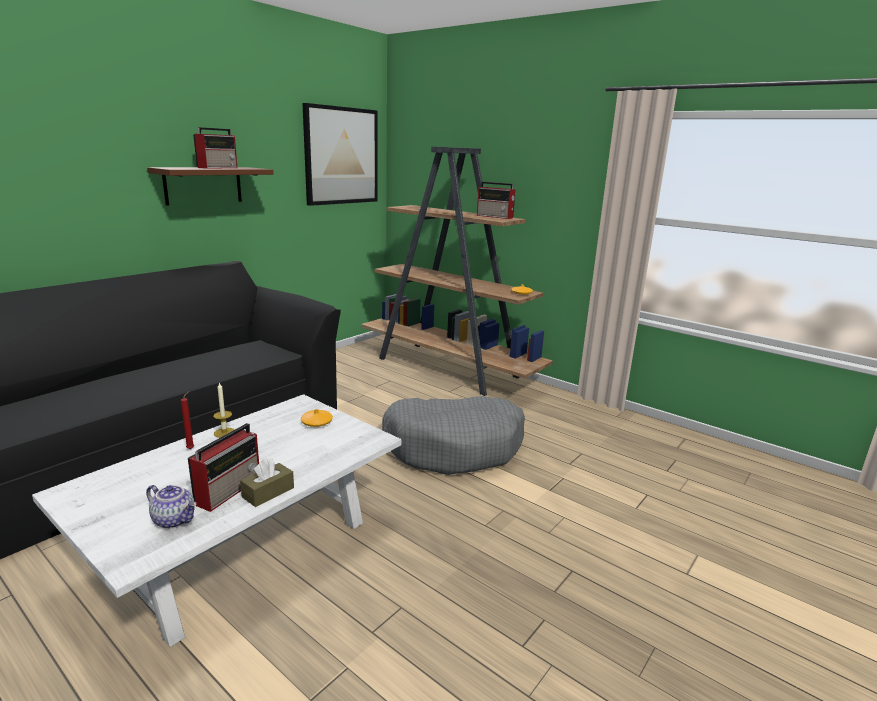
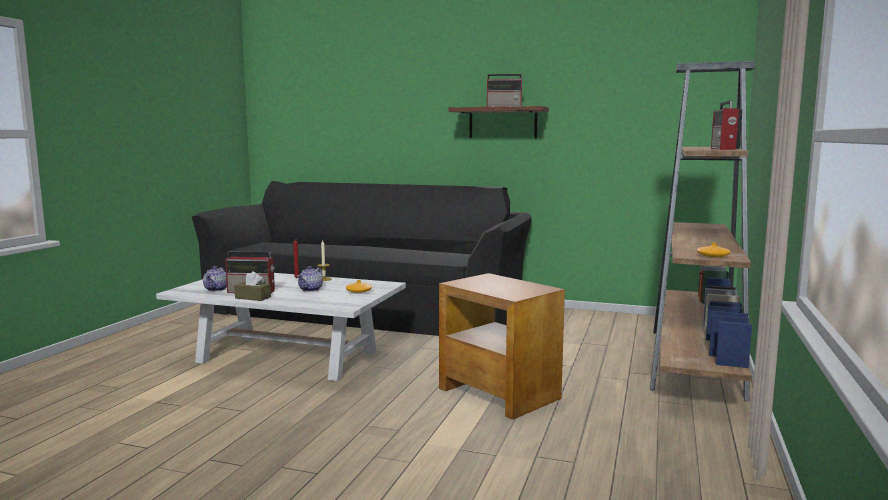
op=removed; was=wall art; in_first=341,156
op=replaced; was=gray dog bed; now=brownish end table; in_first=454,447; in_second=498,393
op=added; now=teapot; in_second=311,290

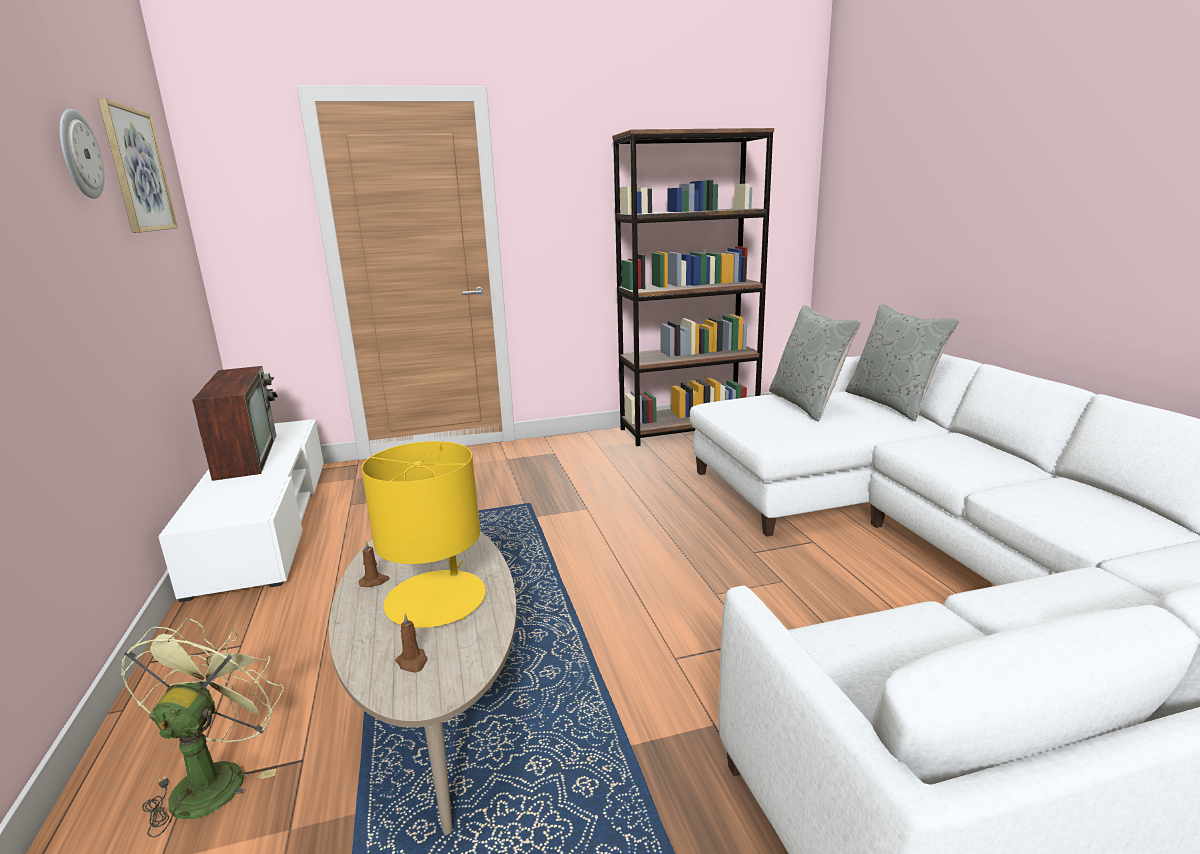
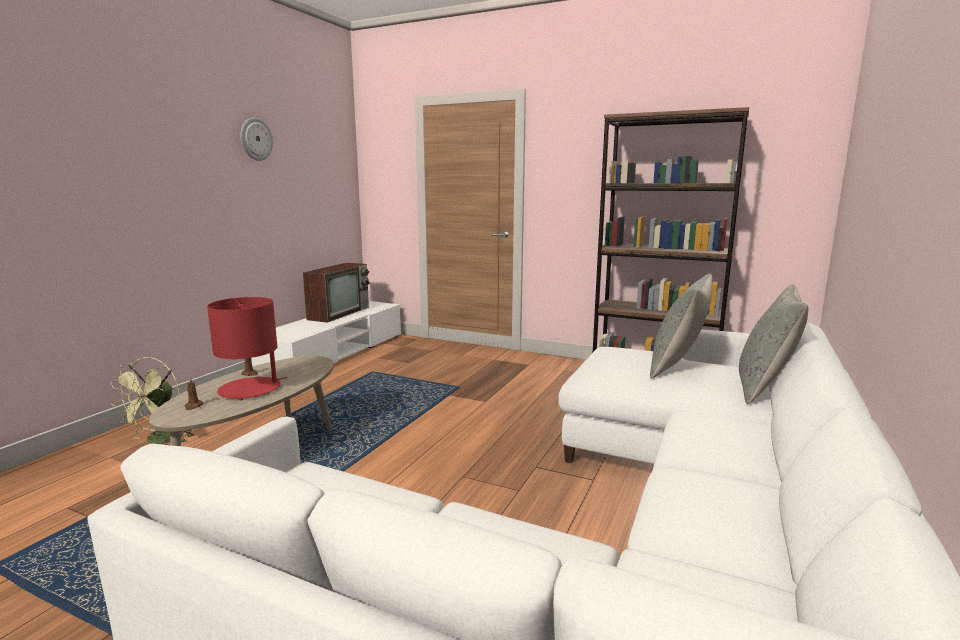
op=removed; was=wall art; in_first=138,170
op=turned; was=green-coloured fan; in_first=215,777; in_second=160,441; clockwise=150
op=recoloured; was=yellow-coloured lamp for a table; now=reddish lamp for a table; in_first=436,599; in_second=250,389

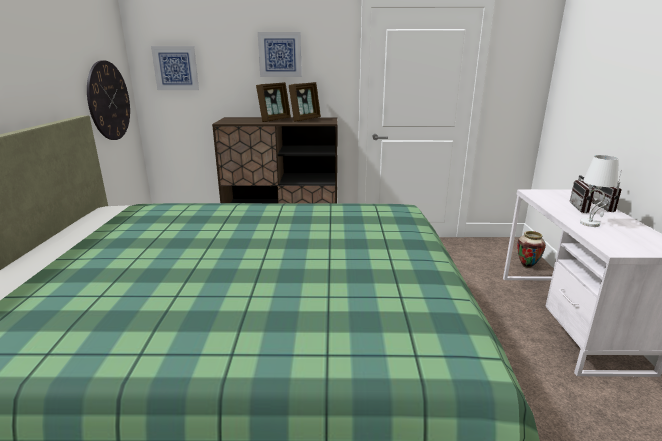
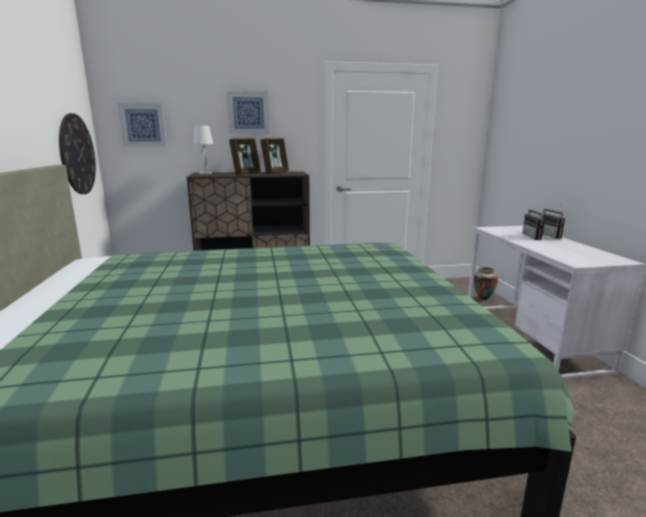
op=moved; was=whitish lamp for a table; in_first=590,223; in_second=206,173

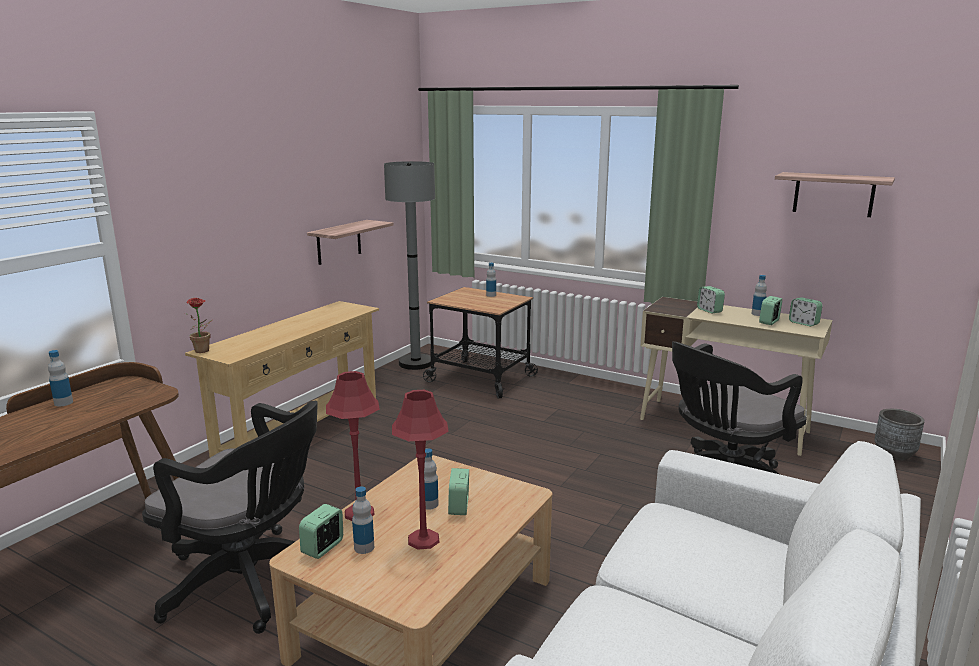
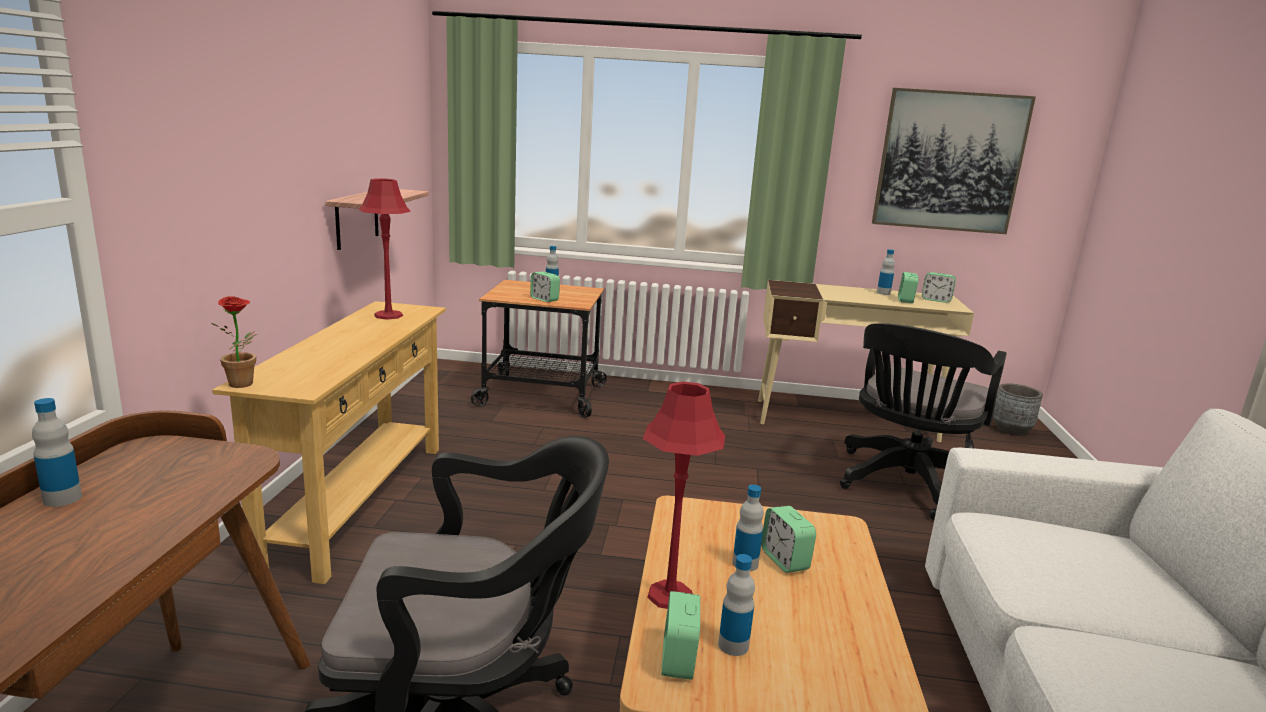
op=removed; was=gray floor lamp; in_first=416,363
op=moved; was=reddish lamp for a table; in_first=423,539; in_second=388,315
op=moved; was=table clock; in_first=709,310; in_second=544,299
op=replaced; was=shelf; now=wall art; in_first=833,194; in_second=949,161

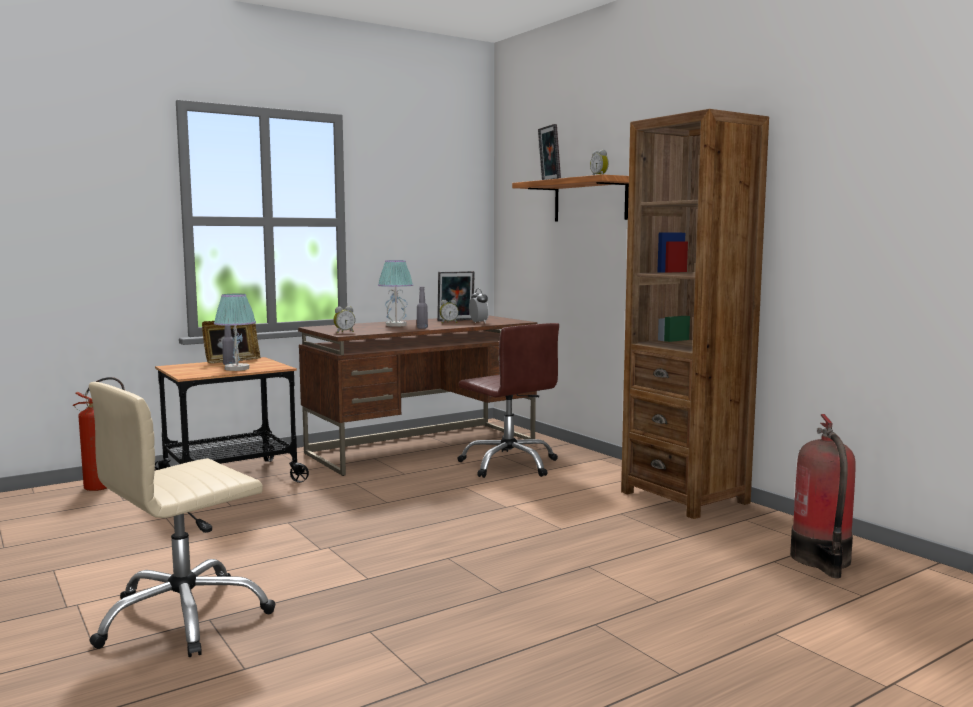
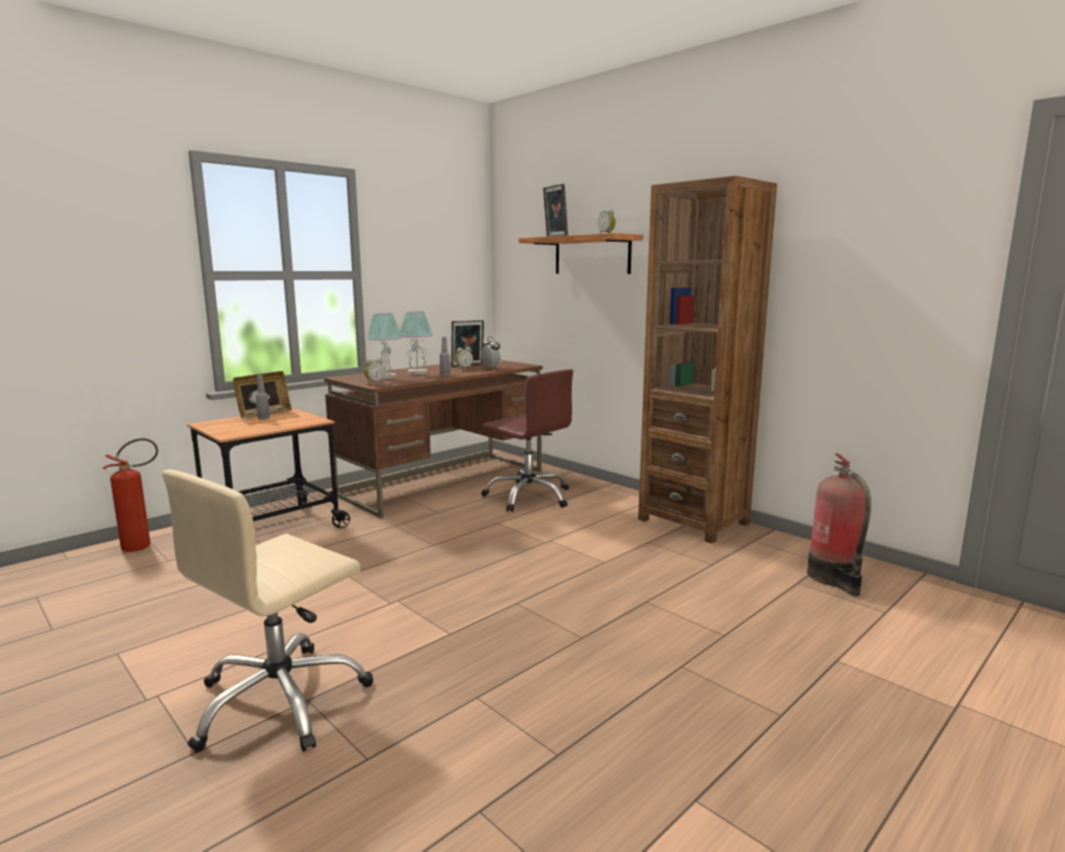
op=moved; was=lamp for a table; in_first=236,368; in_second=385,377

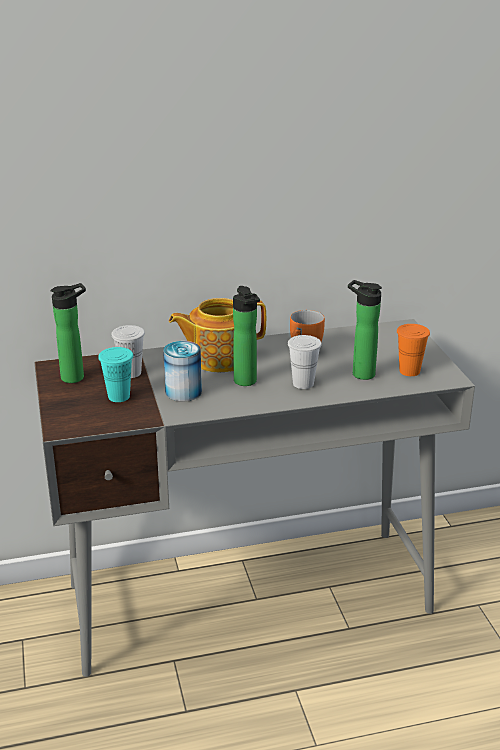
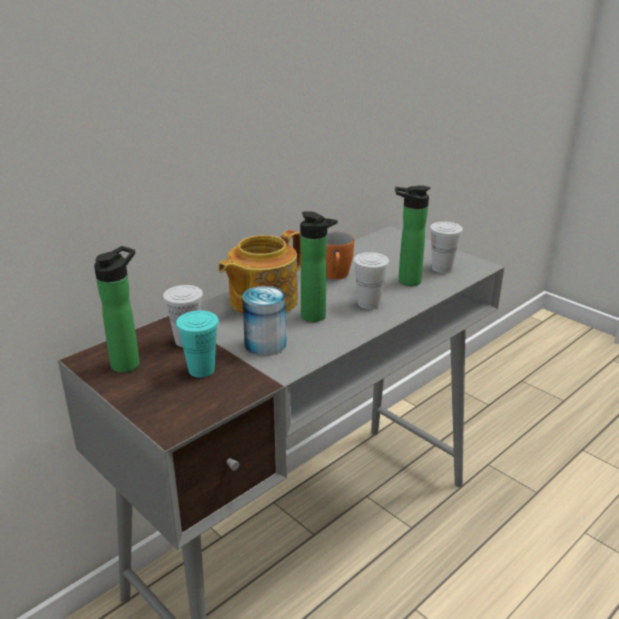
op=recoloured; was=orange-coloured small cup; now=whitish small cup; in_first=409,371; in_second=441,268

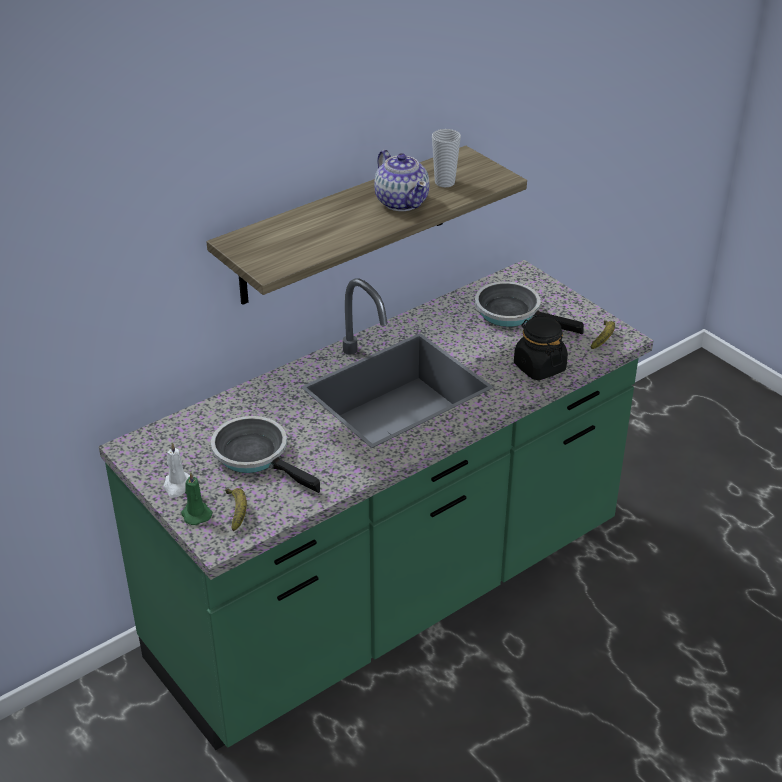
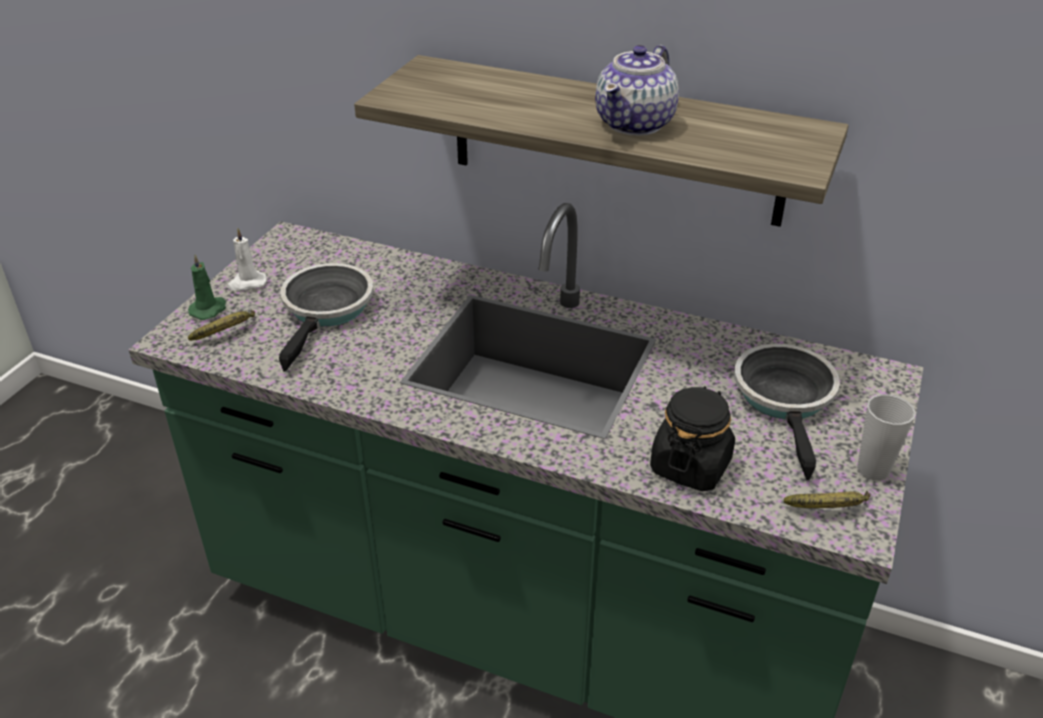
op=moved; was=small cup; in_first=444,182; in_second=873,470

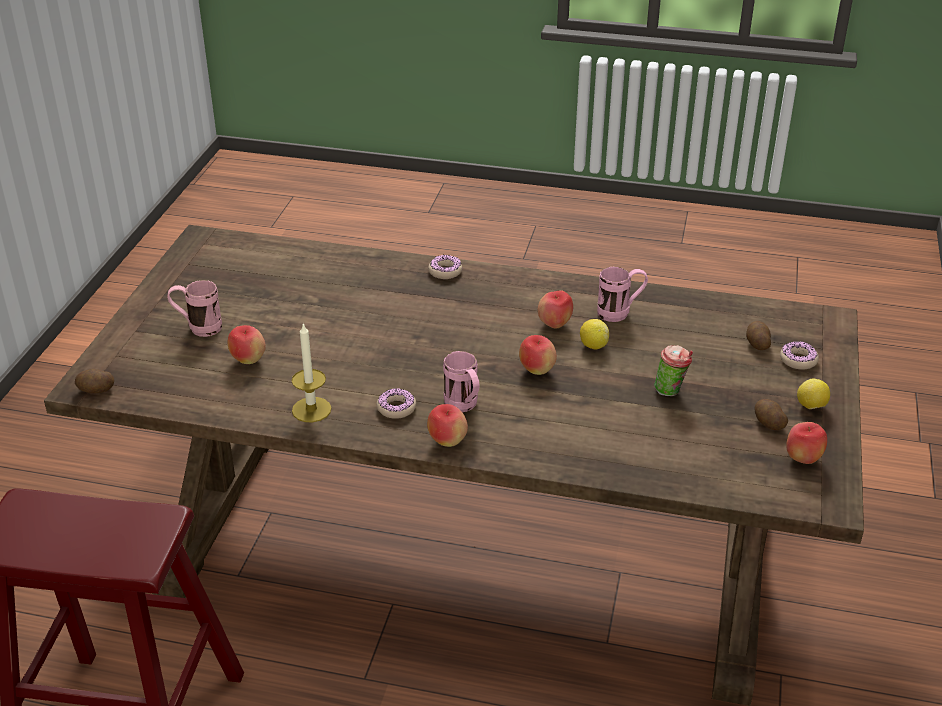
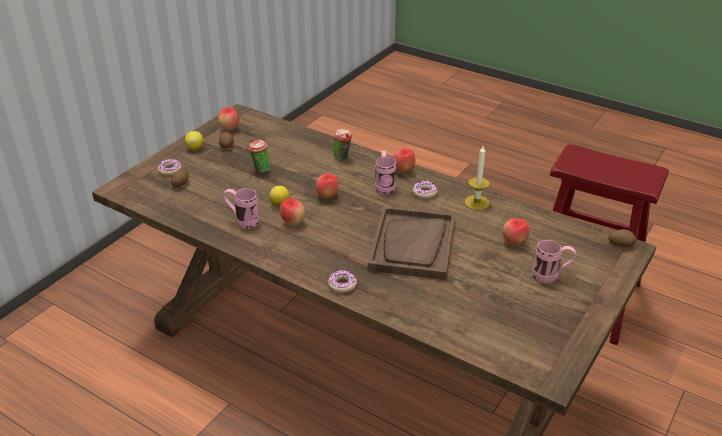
op=added; now=small cup; in_second=343,157
op=added; now=brownish serving tray; in_second=413,245

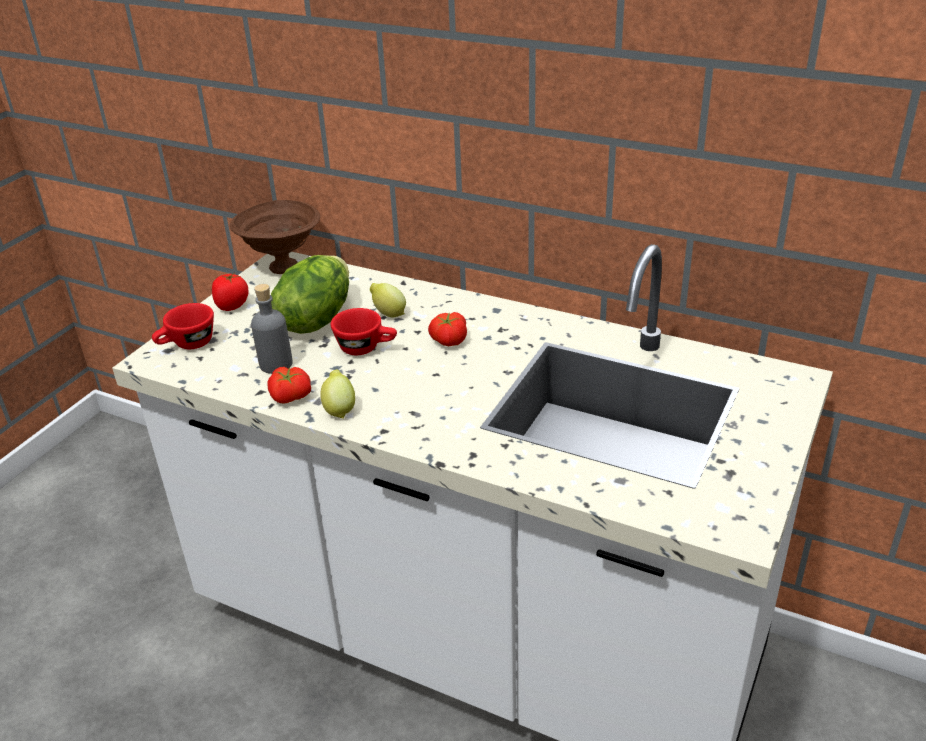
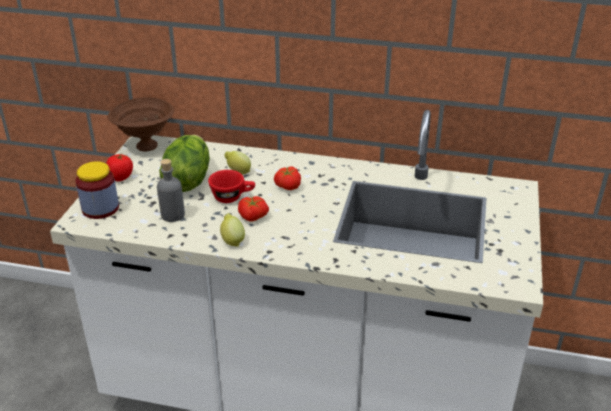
op=replaced; was=reddish small cup; now=jar; in_first=187,345; in_second=100,208
op=moved; was=whole tomato; in_first=290,397; in_second=252,217

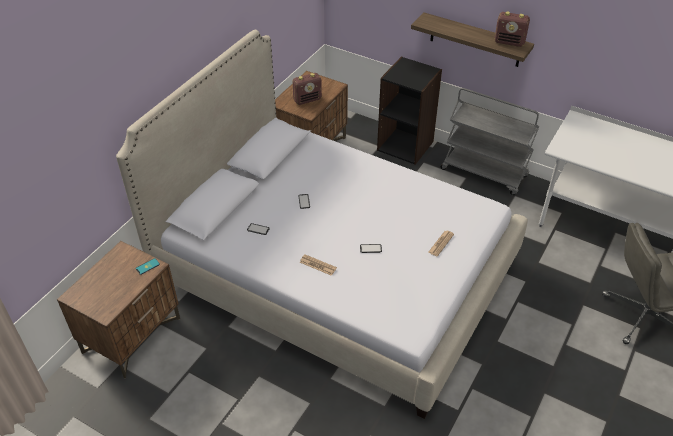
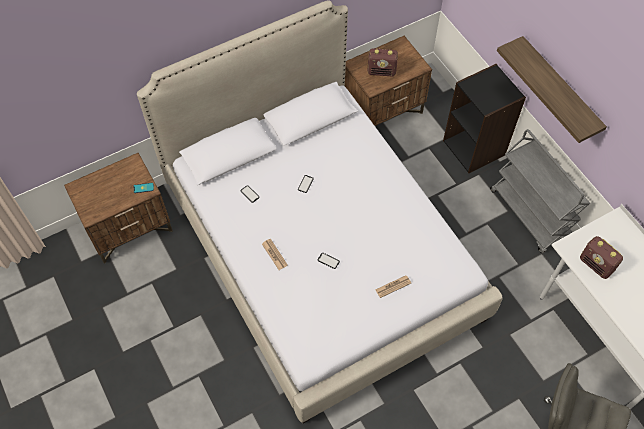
op=moved; was=radio set; in_first=509,42; in_second=596,265

